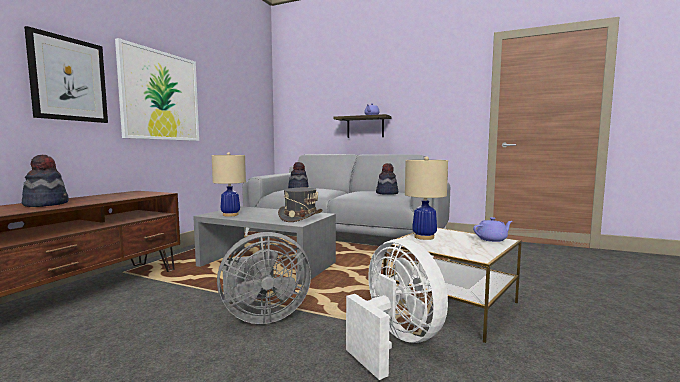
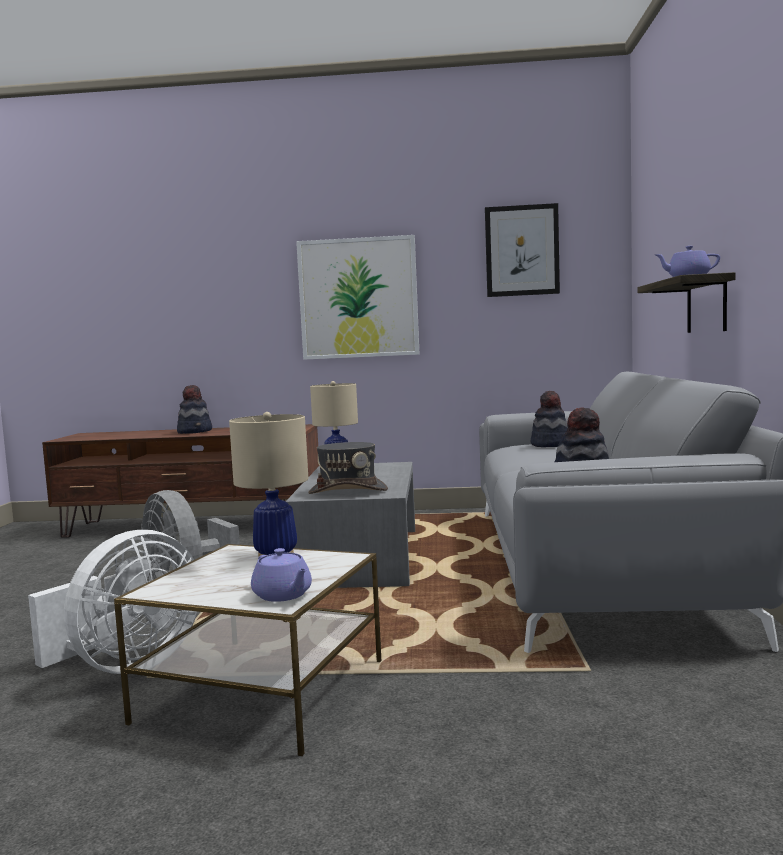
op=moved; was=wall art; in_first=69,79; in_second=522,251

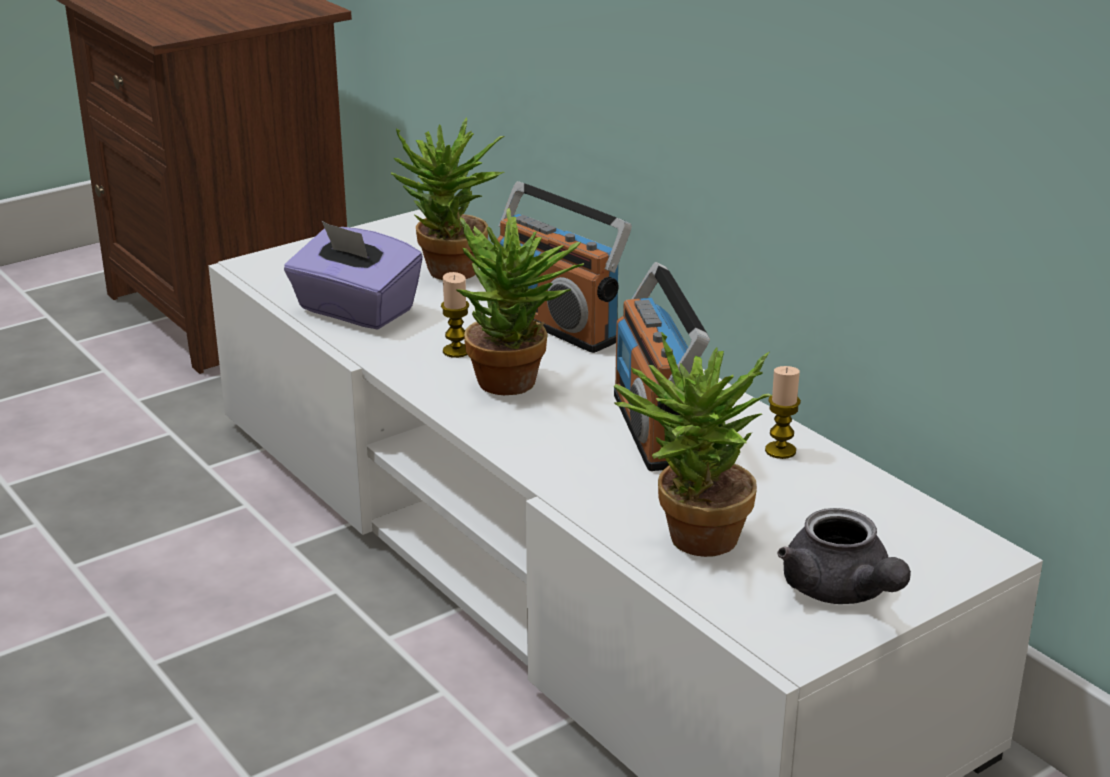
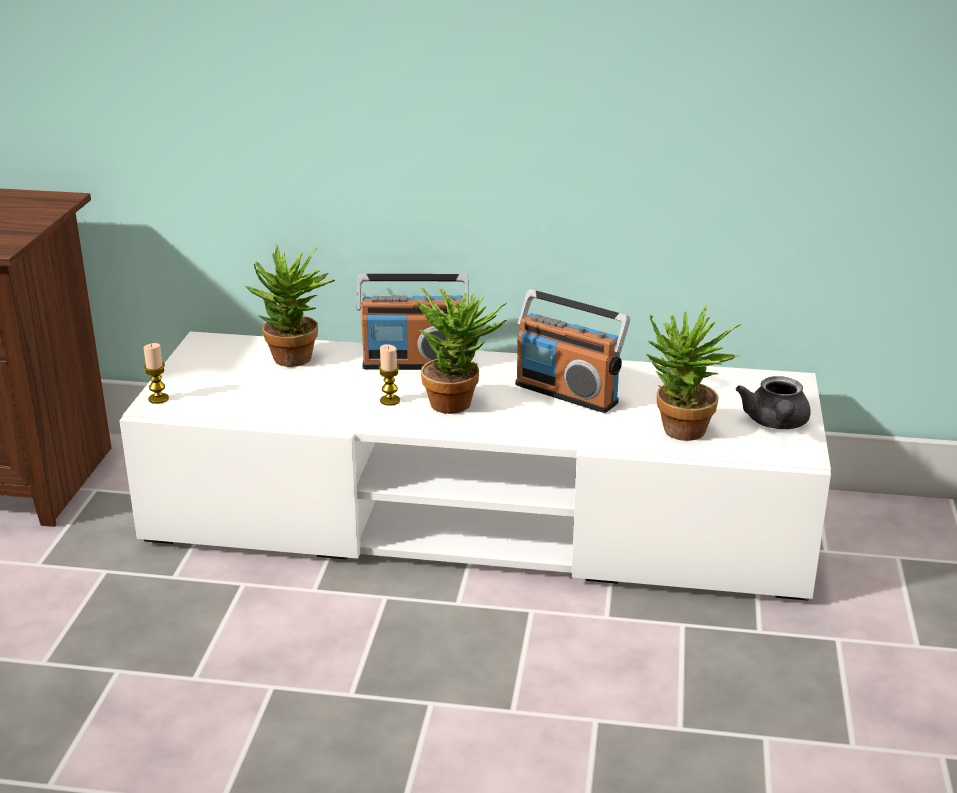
op=removed; was=purple tissue holder; in_first=355,311
op=moved; was=candle; in_first=780,451; in_second=158,399
op=turned; was=gray teapot; in_first=841,592; in_second=775,424; clockwise=75

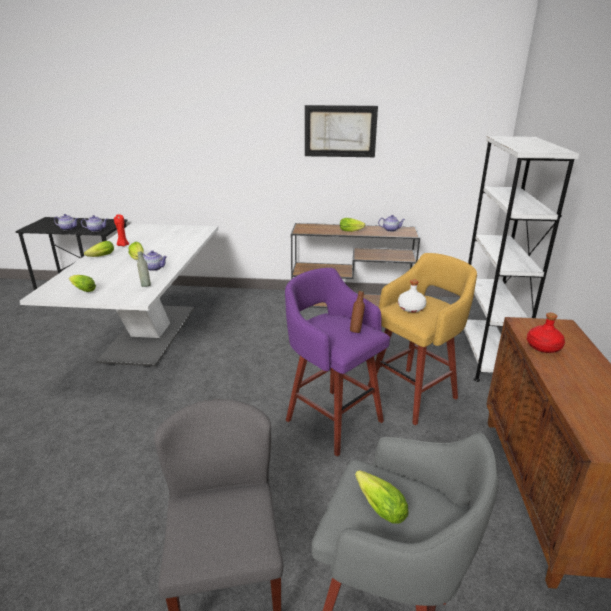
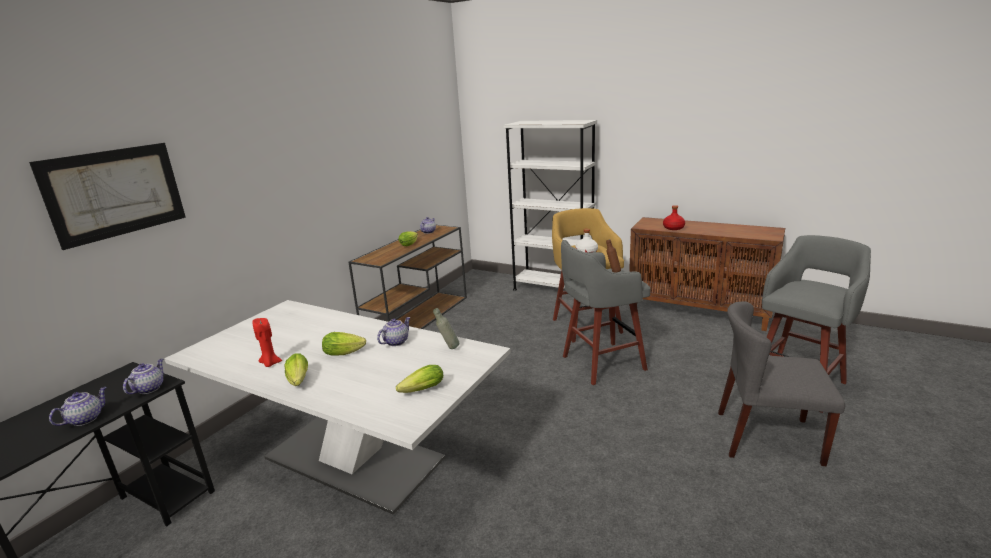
op=recoloured; was=purple sitting stool; now=gray sitting stool; in_first=332,419; in_second=601,363
op=moved; was=wall art; in_first=340,131; in_second=116,193
op=removed; was=lettuce; in_first=377,505

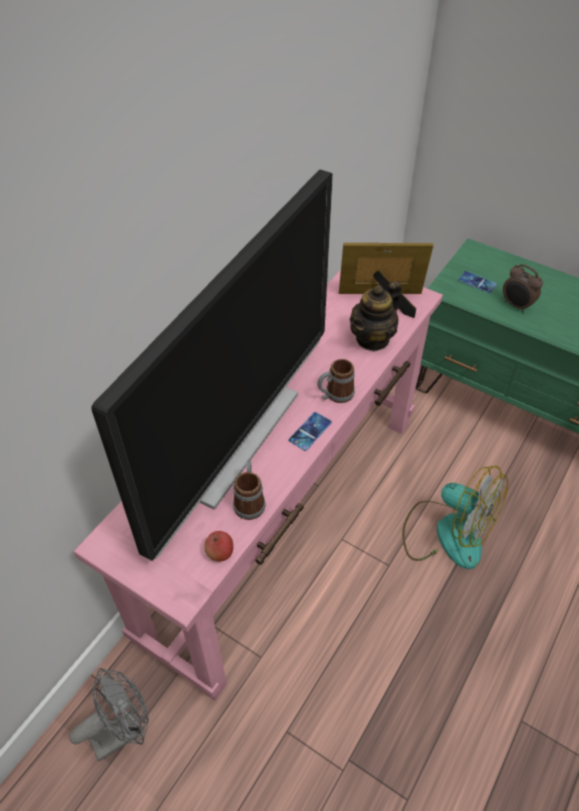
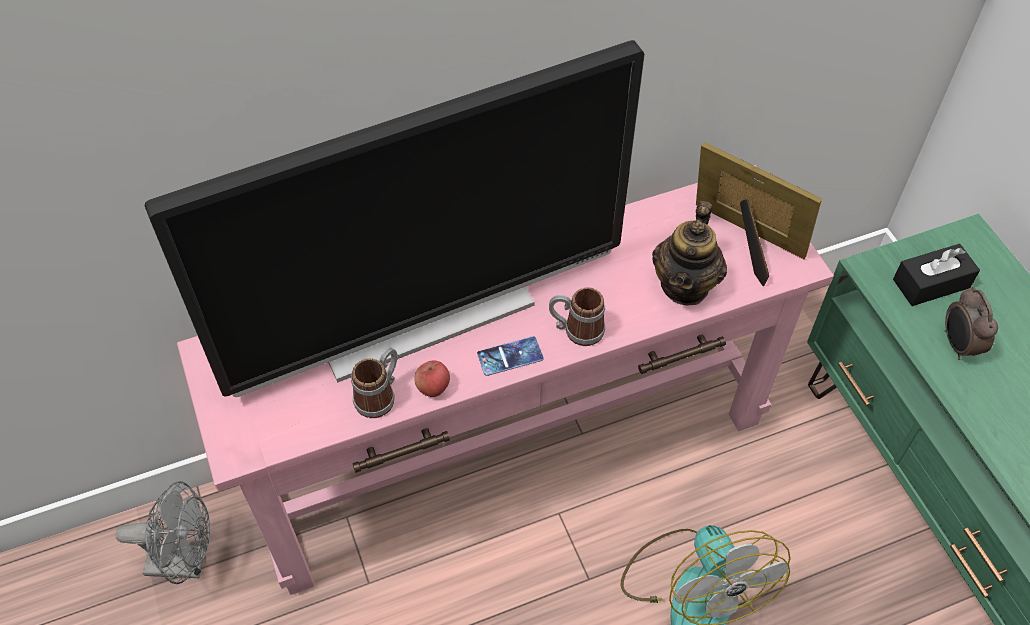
op=moved; was=apple; in_first=220,553; in_second=433,387
op=turned; was=teapot; in_first=372,339; in_second=685,285; clockwise=-60
op=replaced; was=phone; now=black tissue holder; in_first=477,282; in_second=931,283

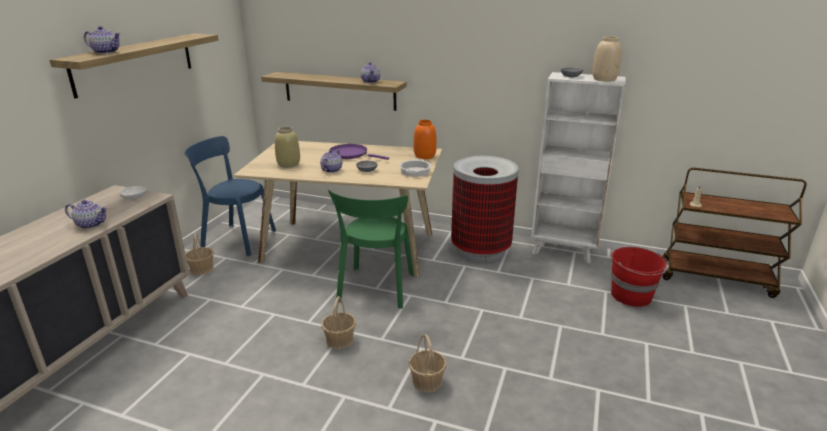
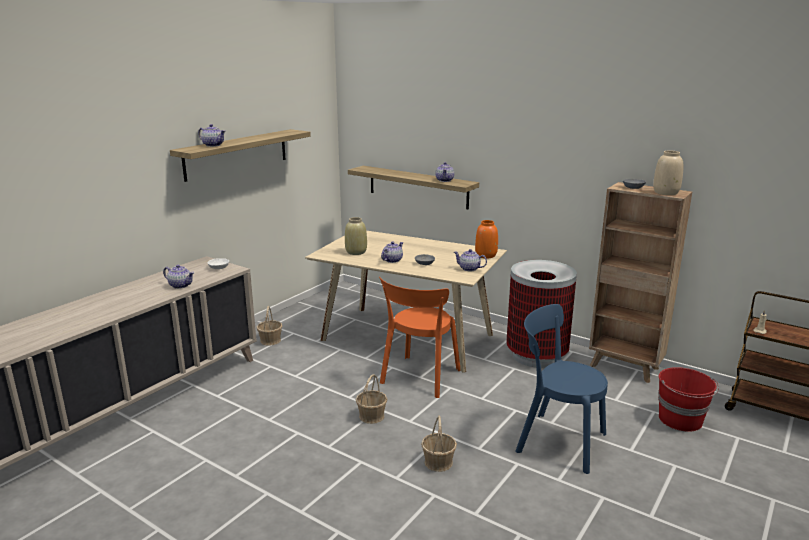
op=moved; was=blue chair; in_first=236,239; in_second=556,440
op=recoloured; was=green-coloured chair; now=orange-coloured chair; in_first=375,289; in_second=419,378
op=removed; was=purple skillet; in_first=351,154
op=replaced; was=saucepot; now=teapot; in_first=415,171; in_second=469,269
op=recoloured; was=whitish bookcase; now=brownish bookcase; in_first=564,251; in_second=625,367

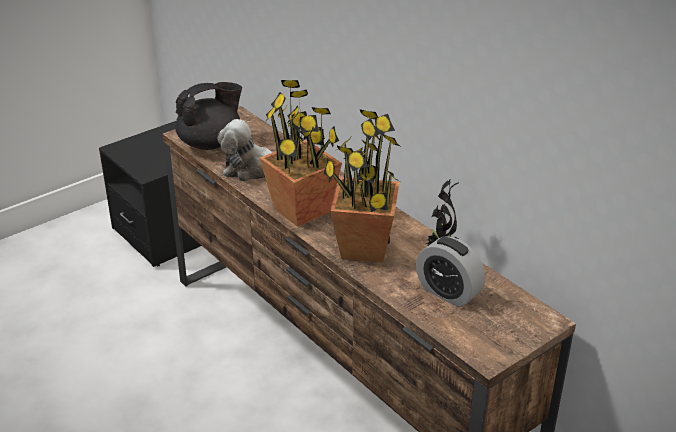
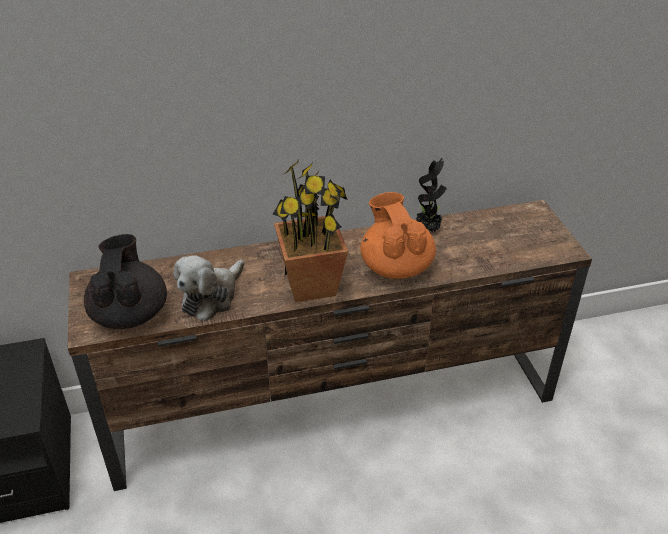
op=replaced; was=potted plant; now=orange-coloured teapot; in_first=364,248; in_second=396,266
op=removed; was=table clock; in_first=448,292

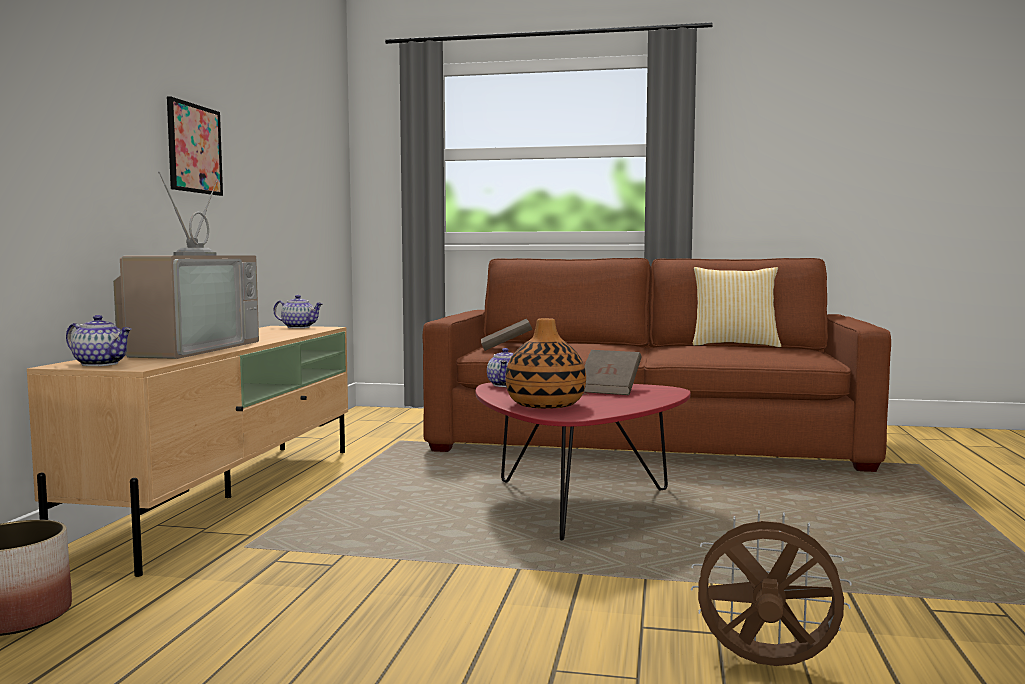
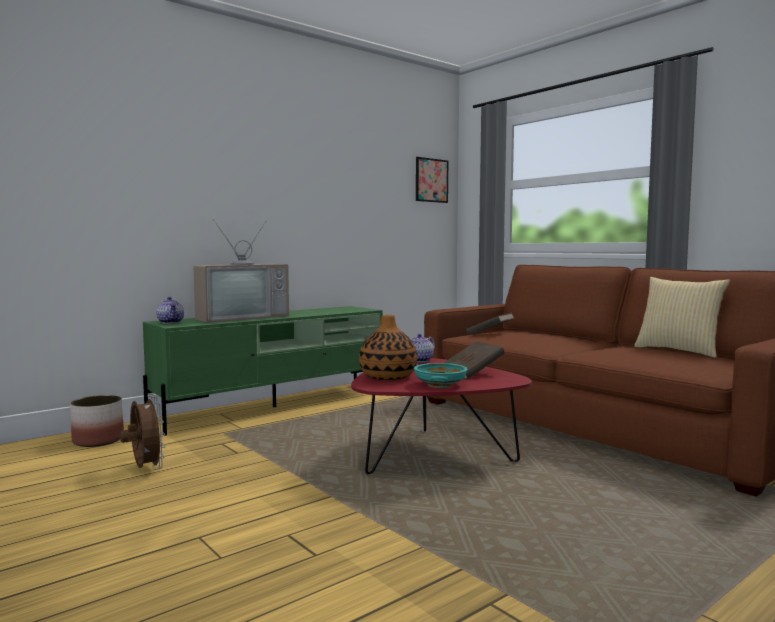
op=recoloured; was=sand-coloured media console; now=green-coloured media console; in_first=230,496; in_second=276,406
op=moved; was=wall art; in_first=194,148; in_second=431,180
op=removed; was=teapot; in_first=299,327
op=moved; was=brownish fan; in_first=765,667; in_second=145,469
op=added; now=blue-green bowl; in_second=440,385

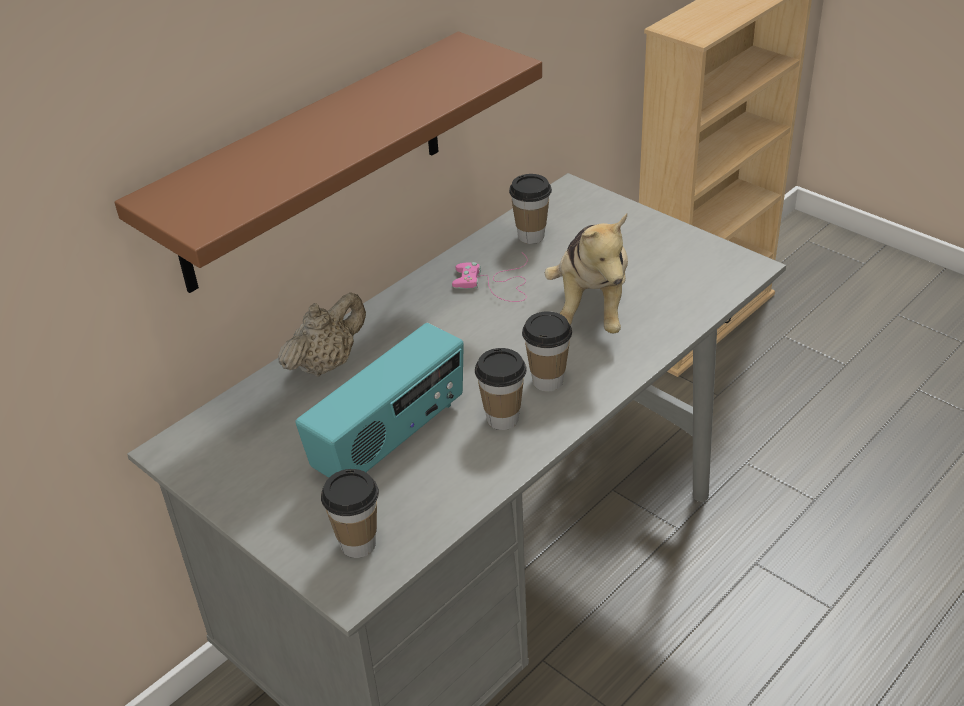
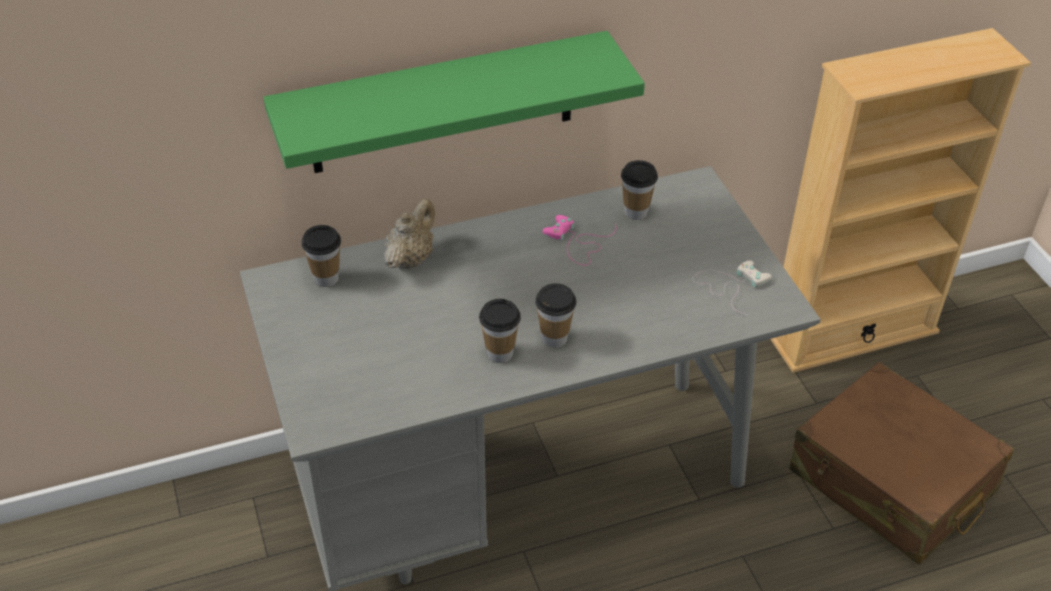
op=recoloured; was=brownish shelf; now=green-coloured shelf; in_first=312,163; in_second=443,104
op=turned; was=sand-coloured teapot; in_first=326,364; in_second=410,258; clockwise=-45
op=removed; was=radio set; in_first=391,439
op=moved; was=small cup; in_first=358,544; in_second=326,278
op=removed; was=plush toy; in_first=591,307
op=added; now=whitish game controller; in_second=730,285
op=added; now=brownish piece of luggage; in_second=892,481

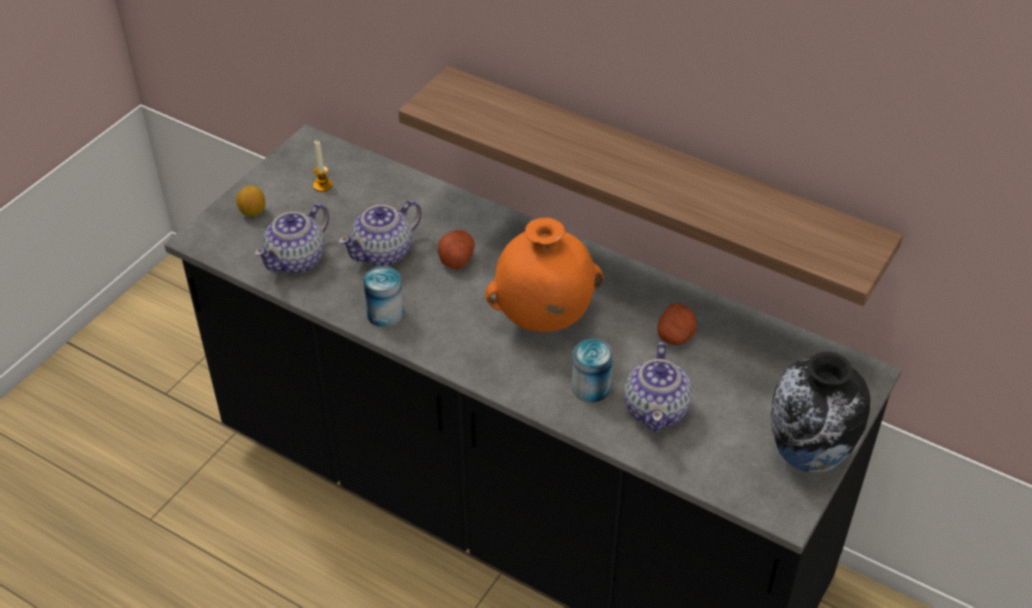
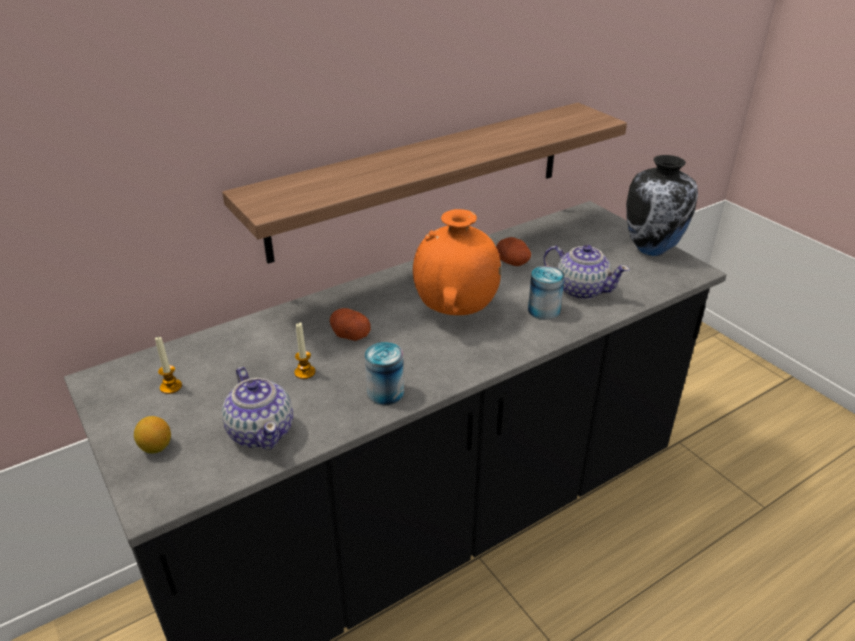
op=replaced; was=teapot; now=candle; in_first=384,252; in_second=305,372

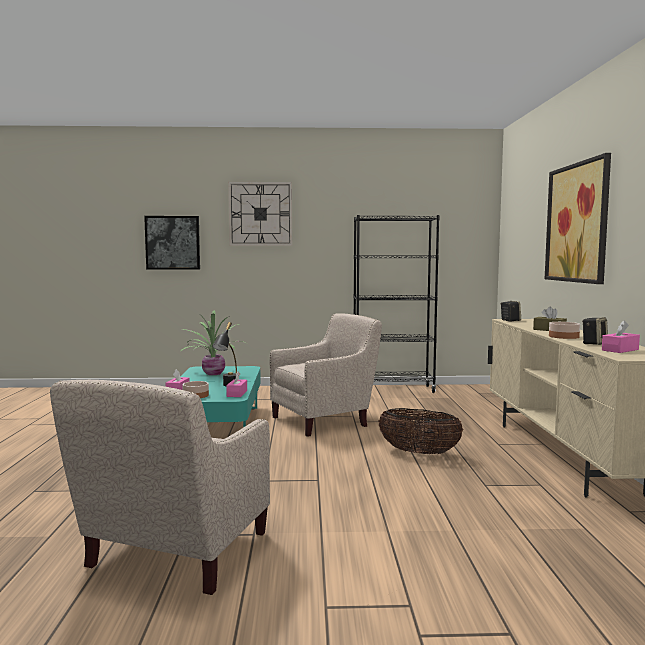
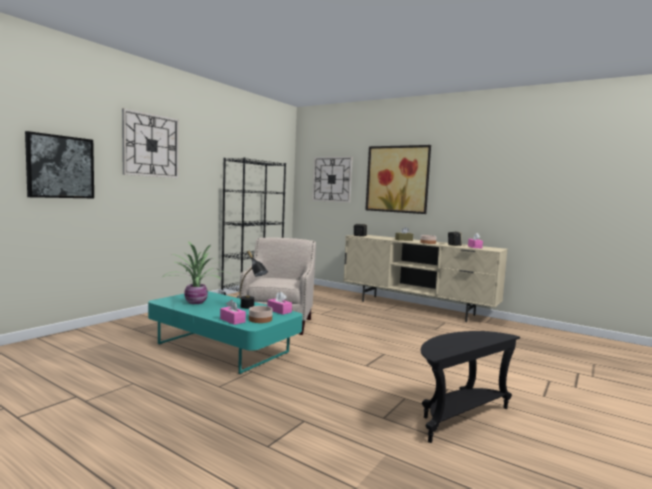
op=replaced; was=sand-coloured easy chair; now=black end table; in_first=172,555; in_second=458,417
op=removed; was=storage basket; in_first=419,453
op=added; now=clock on the wall; in_second=332,179

